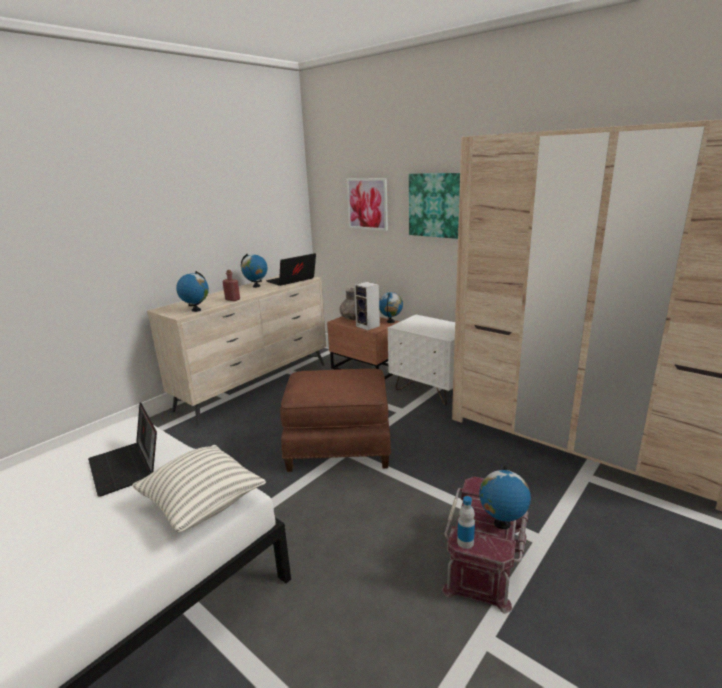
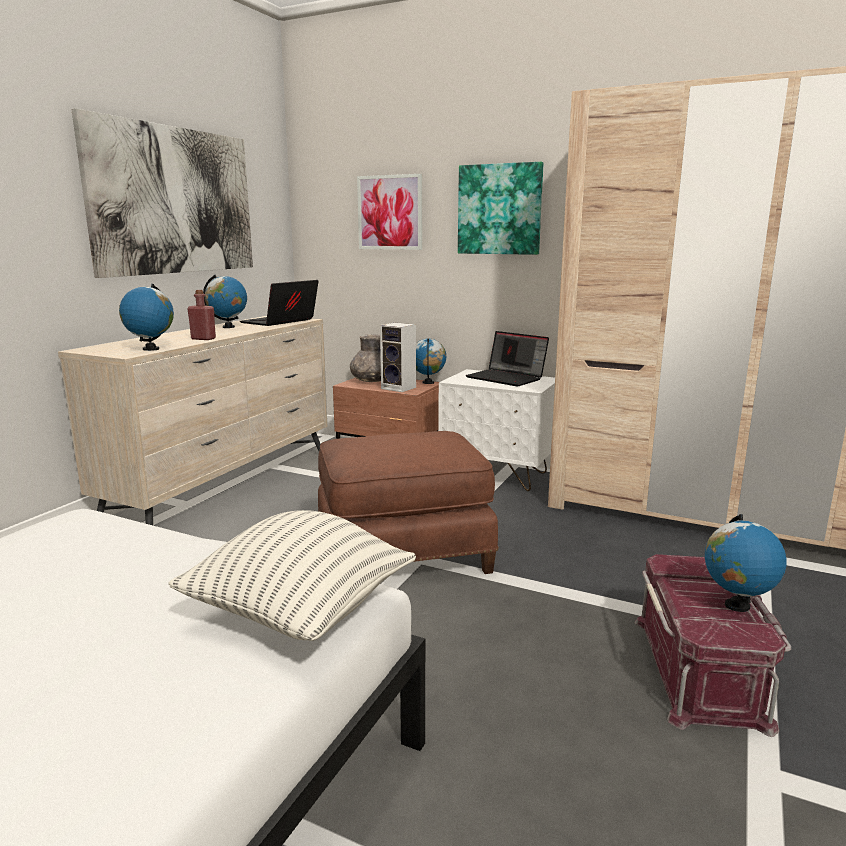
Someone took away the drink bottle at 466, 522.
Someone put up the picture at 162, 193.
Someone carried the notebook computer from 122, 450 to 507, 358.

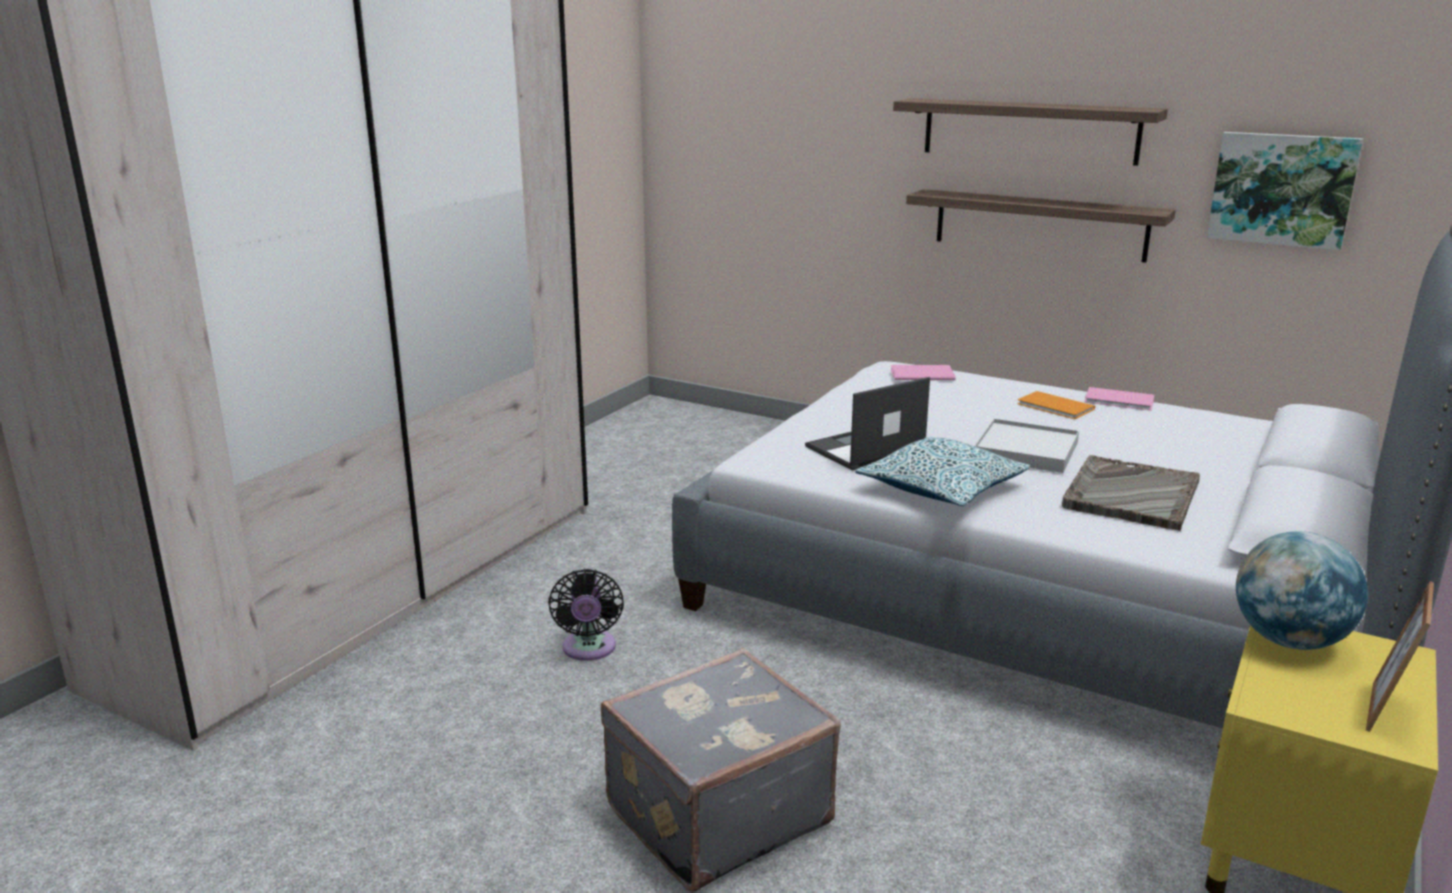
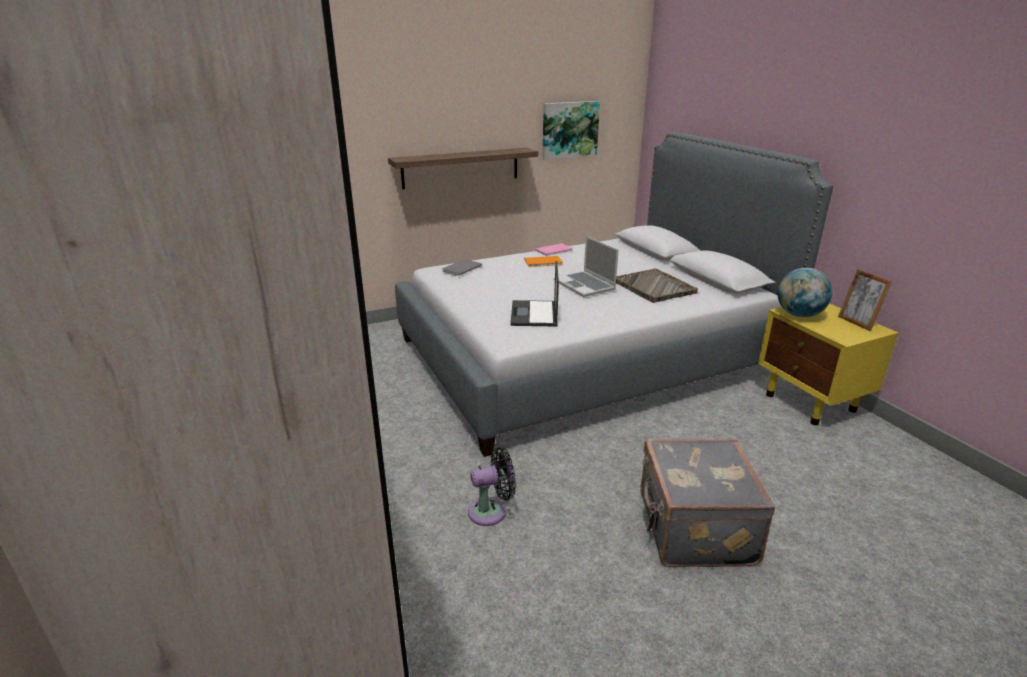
Someone took away the cushion at 942, 471.
Someone took away the wall shelf at 1030, 132.
Someone swapped the carrying tray in white-coloured at 1026, 446 for the notebook computer at 586, 266.
Someone repainted the book in pinkish at 923, 372, which became the book in greyish at 462, 267.
Someone rotated the fan in black-coloured at 586, 615 by 45 degrees counterclockwise.

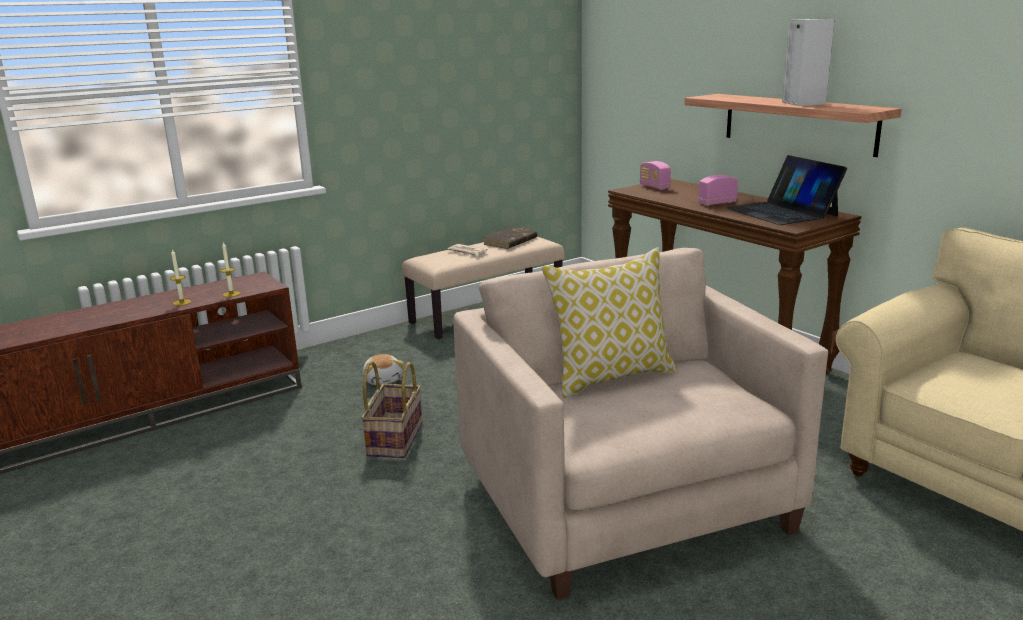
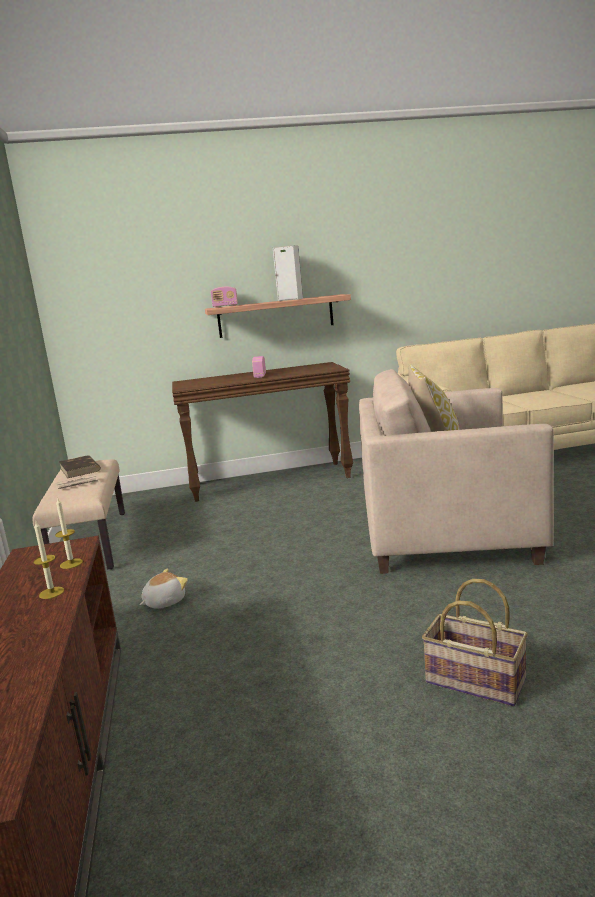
Someone took away the notebook computer at 787, 190.
Someone carried the basket from 391, 409 to 475, 642.
Someone carried the radio set from 655, 175 to 224, 297.
Someone rotated the cuddly toy at 383, 369 by 45 degrees counterclockwise.

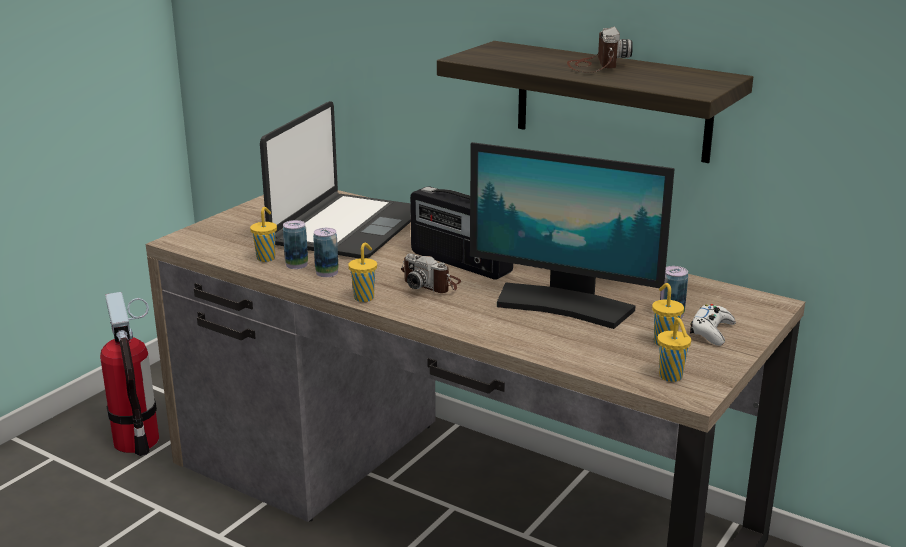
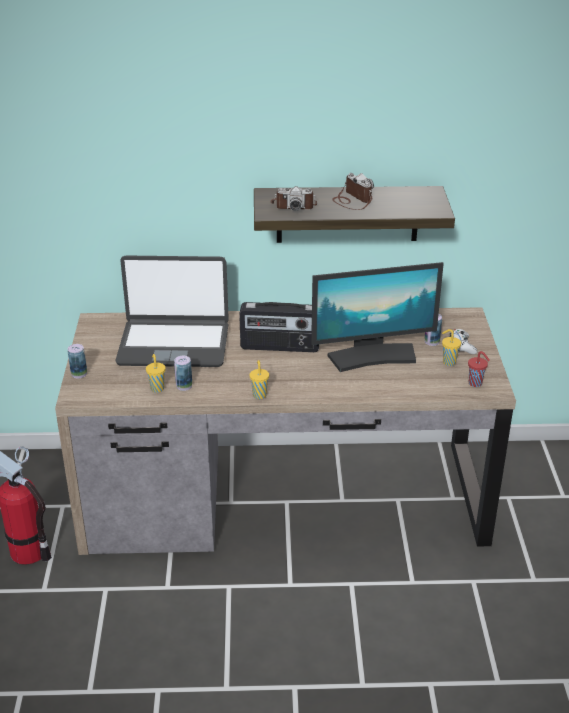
Someone carried the sealed can from 326, 252 to 77, 361.
Someone carried the still camera from 431, 273 to 293, 198.
Someone repainted the cup in yellow at 674, 350, which became the cup in red-coloured at 479, 369.
Someone rotated the notebook computer at 335, 180 by 105 degrees clockwise.

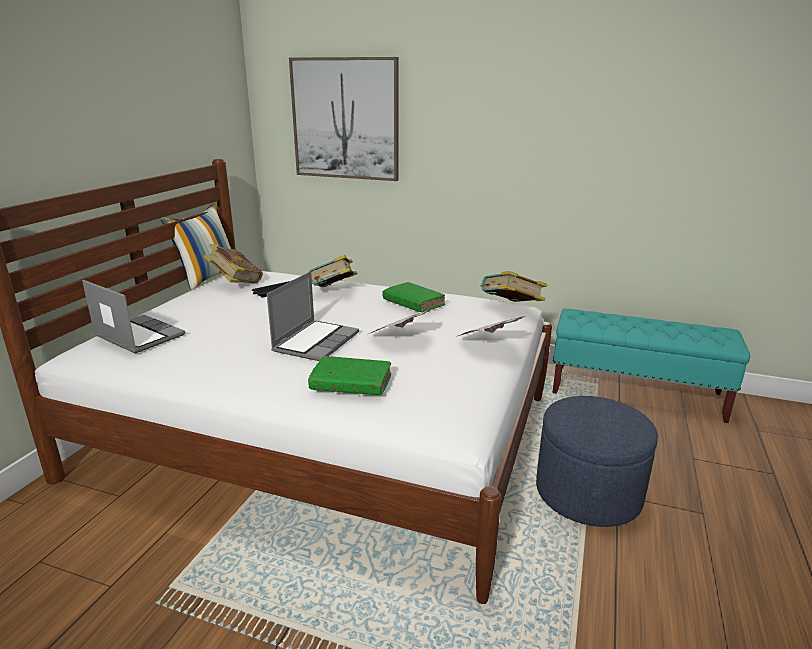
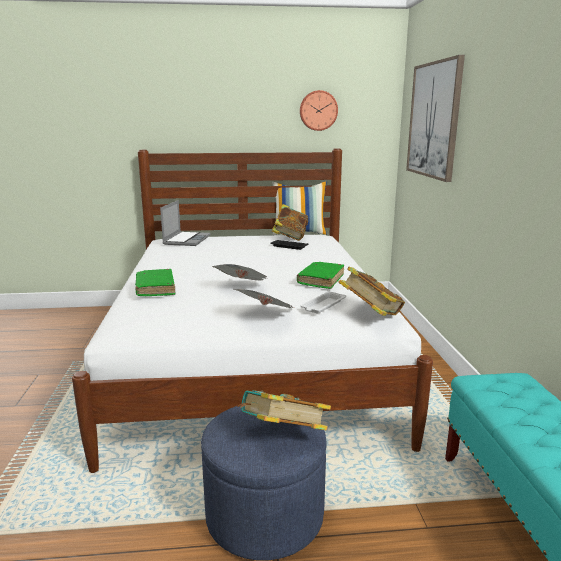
Someone took away the notebook computer at 313, 316.
Someone put up the clock on the wall at 319, 110.
Someone put down the carrying tray in white-coloured at 323, 302.
Someone carried the book from 333, 271 to 284, 410.

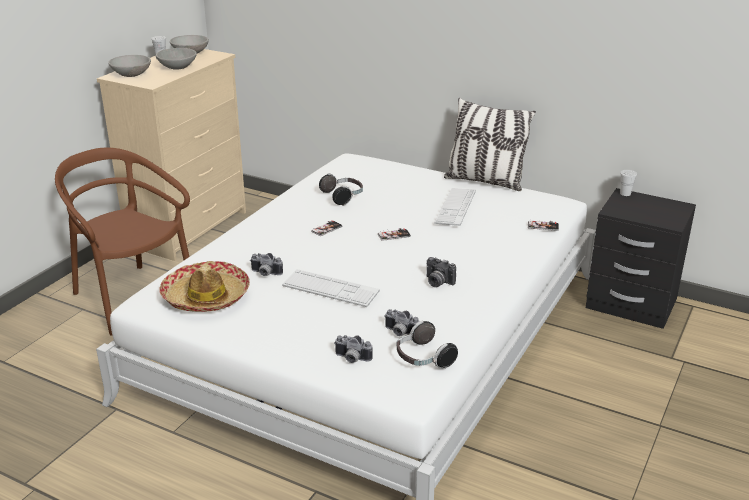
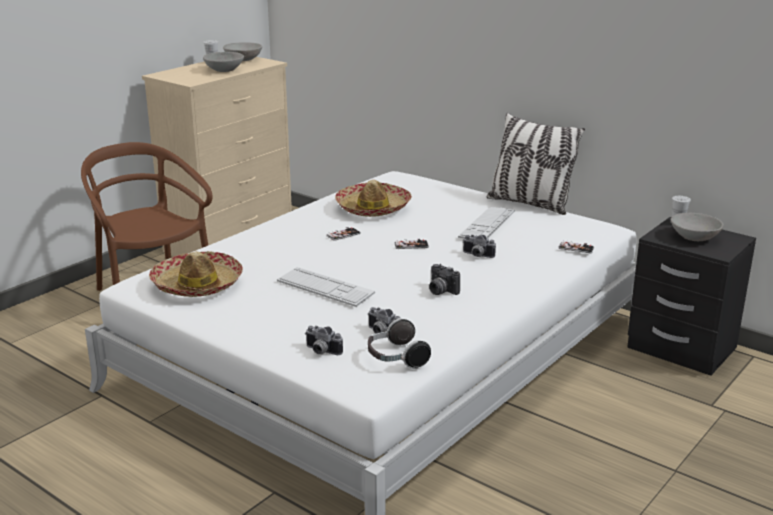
Someone carried the deep dish in greyish from 129, 66 to 697, 227.
Someone carried the still camera from 267, 264 to 479, 246.
Someone swapped the headset at 341, 190 for the clothing hat at 373, 198.

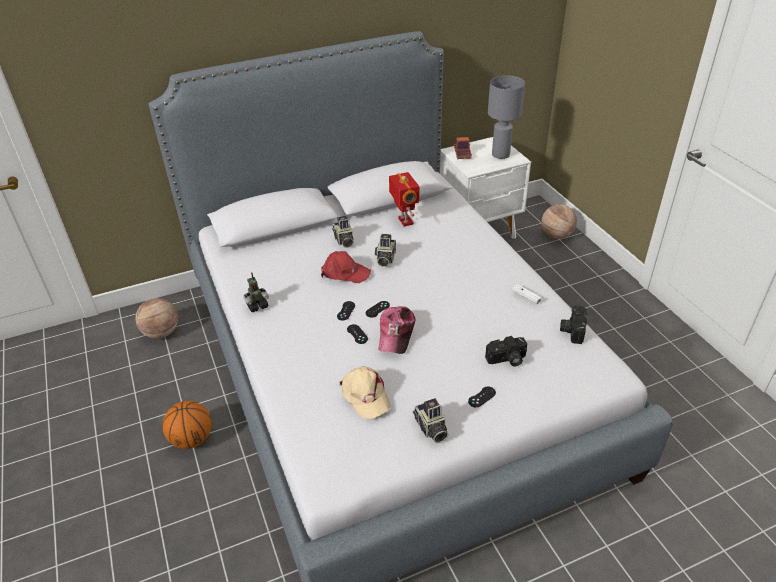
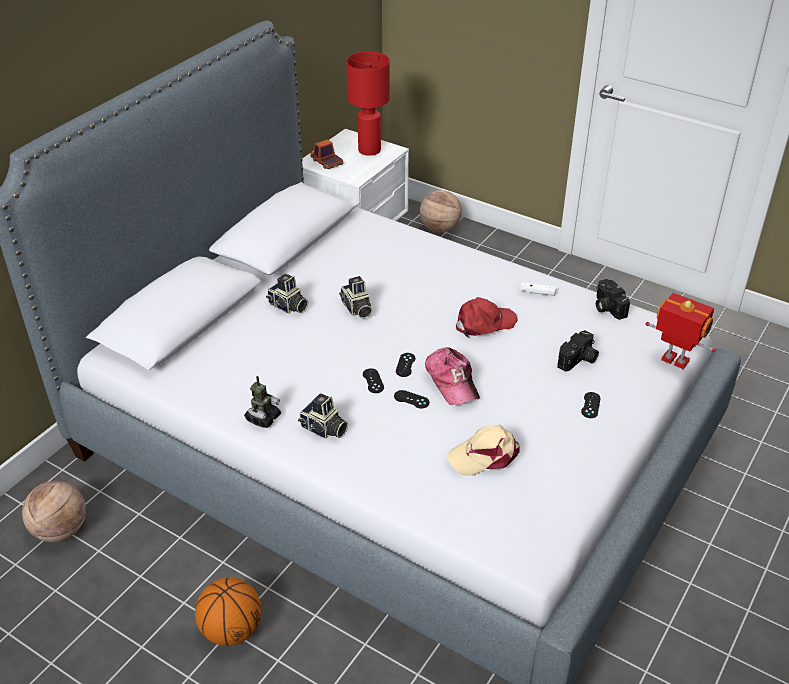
Someone carried the baseball cap in red-coloured from 346, 267 to 487, 317.
Someone carried the model robot from 404, 199 to 680, 331.
Someone carried the still camera from 431, 420 to 323, 416.
Someone repainted the lamp for a table in greyish at 506, 117, which became the lamp for a table in red-coloured at 368, 103.
Someone rotated the baseball cap in beige at 365, 392 by 135 degrees clockwise.

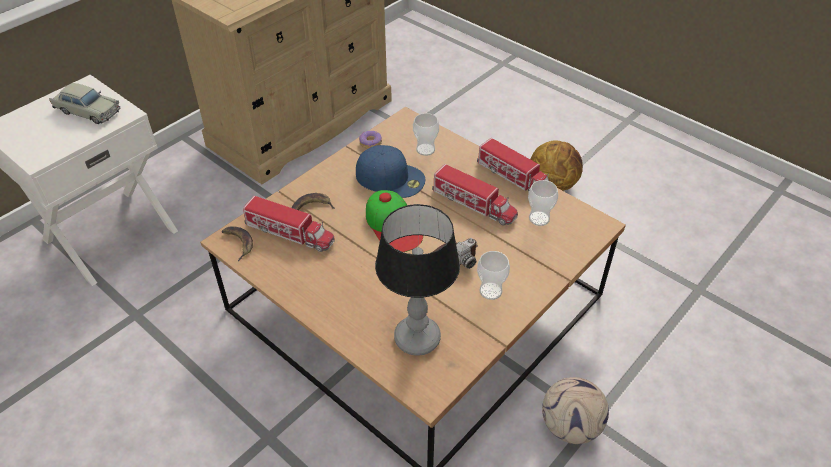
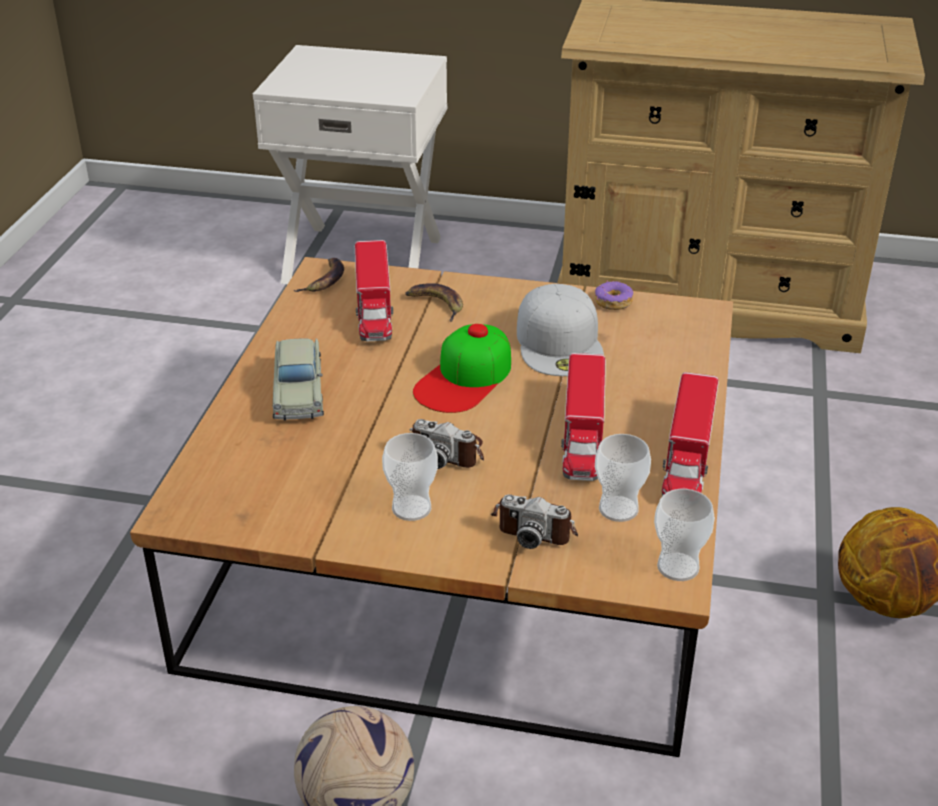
Someone took away the lamp for a table at 417, 280.
Someone put down the still camera at 534, 521.
Someone carried the model car in beige from 84, 103 to 298, 379.
Someone carried the cup from 426, 134 to 684, 535.
Someone repainted the baseball cap in blue at 390, 171, which became the baseball cap in white-coloured at 560, 330.

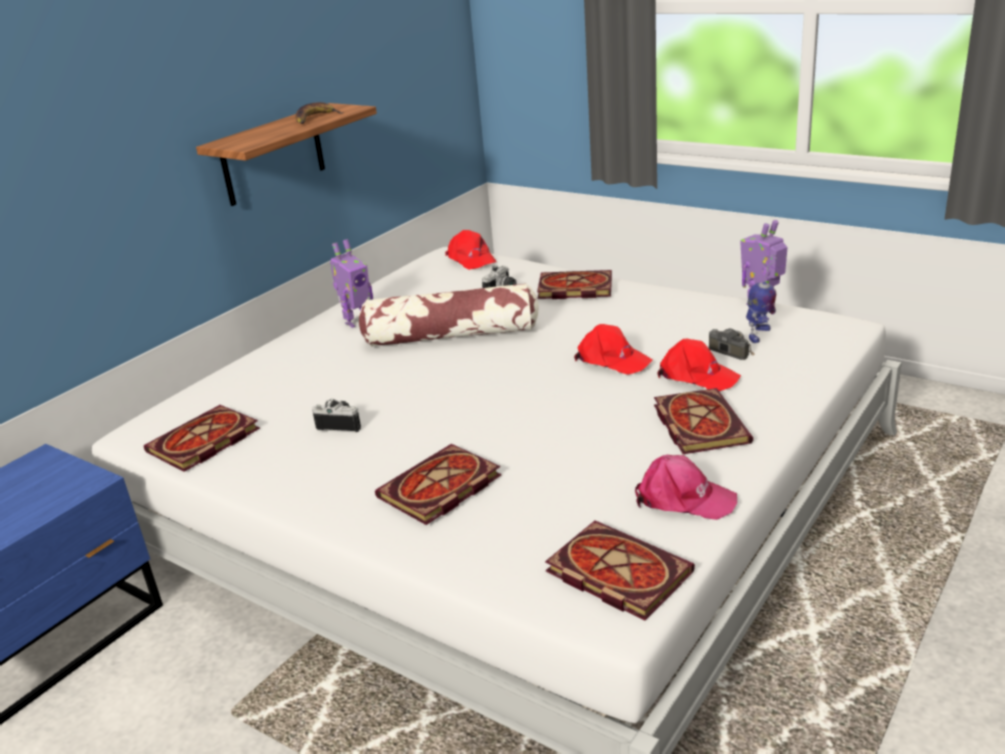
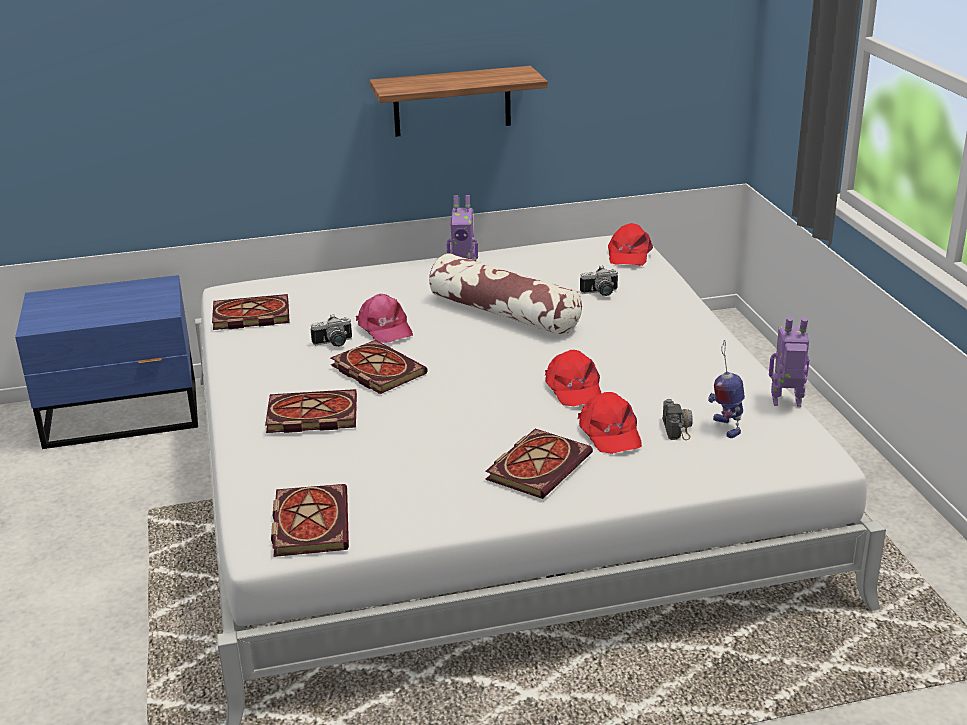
Someone took away the banana fruit at 319, 113.
Someone carried the book from 574, 284 to 379, 367.
Someone carried the baseball cap in pinkish from 686, 487 to 384, 318.
Someone rotated the still camera at 336, 416 by 105 degrees clockwise.
Someone rotated the model robot at 761, 299 by 90 degrees clockwise.

